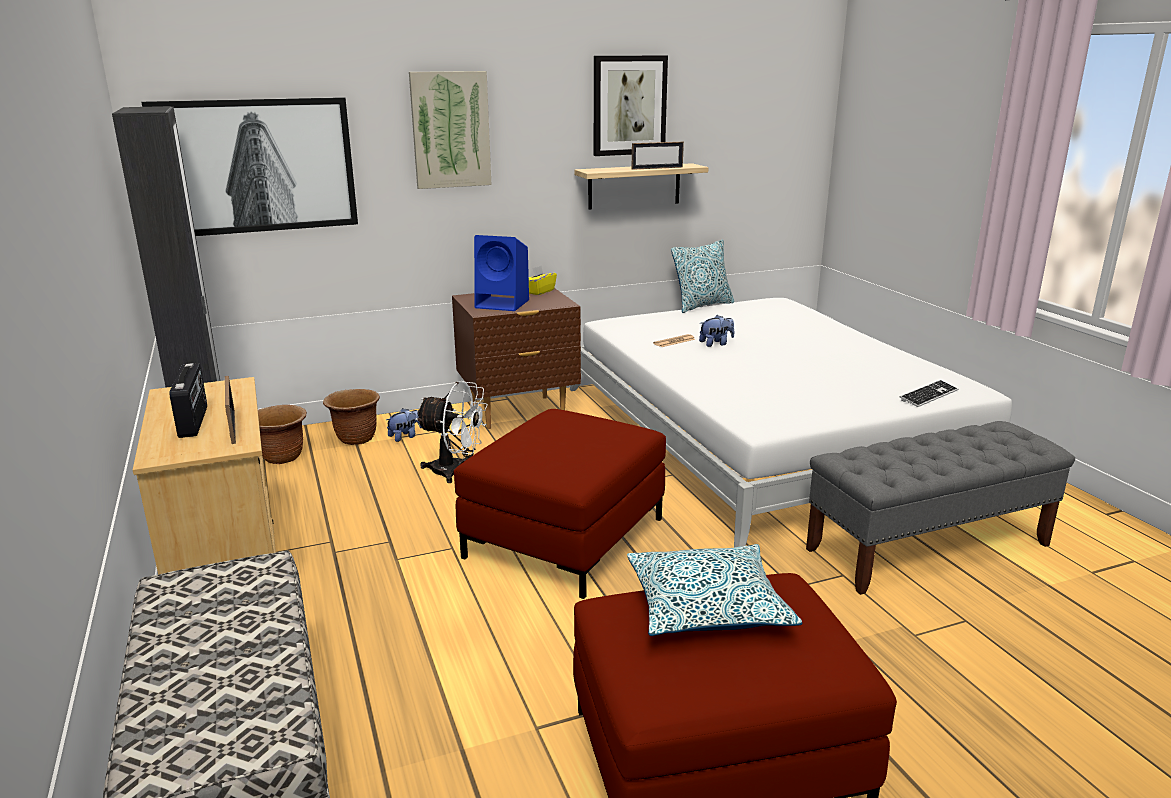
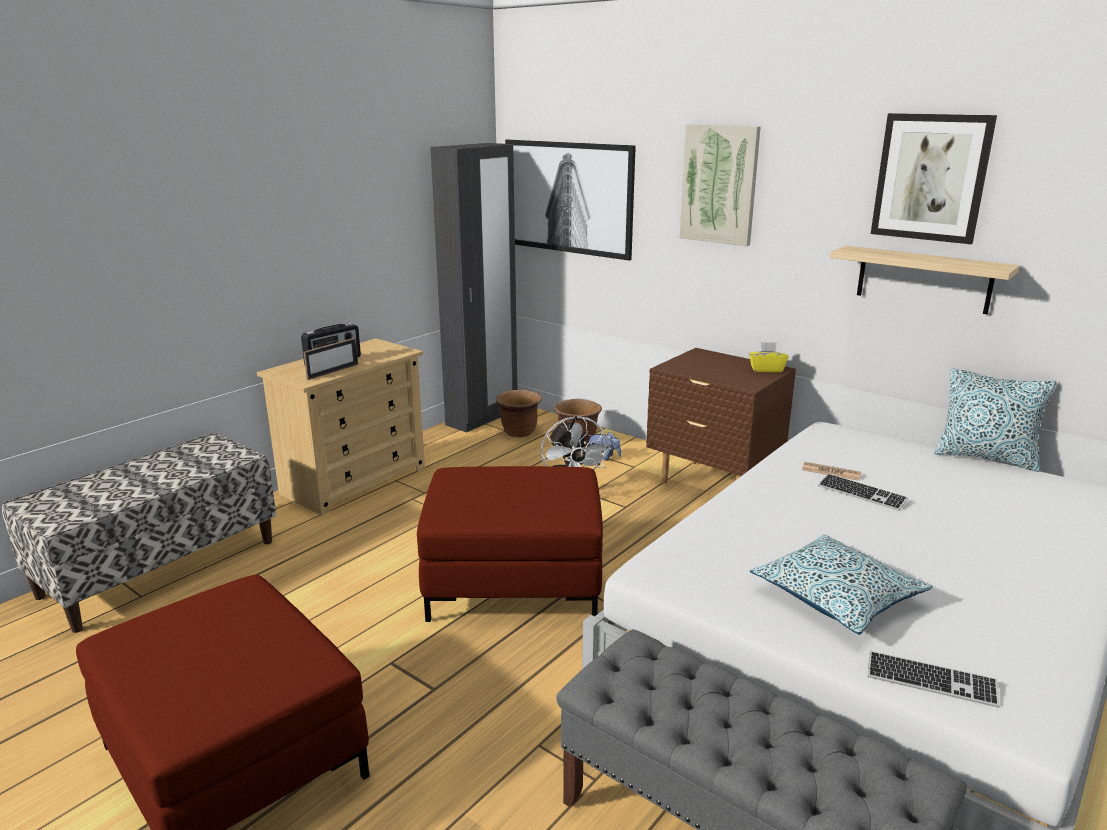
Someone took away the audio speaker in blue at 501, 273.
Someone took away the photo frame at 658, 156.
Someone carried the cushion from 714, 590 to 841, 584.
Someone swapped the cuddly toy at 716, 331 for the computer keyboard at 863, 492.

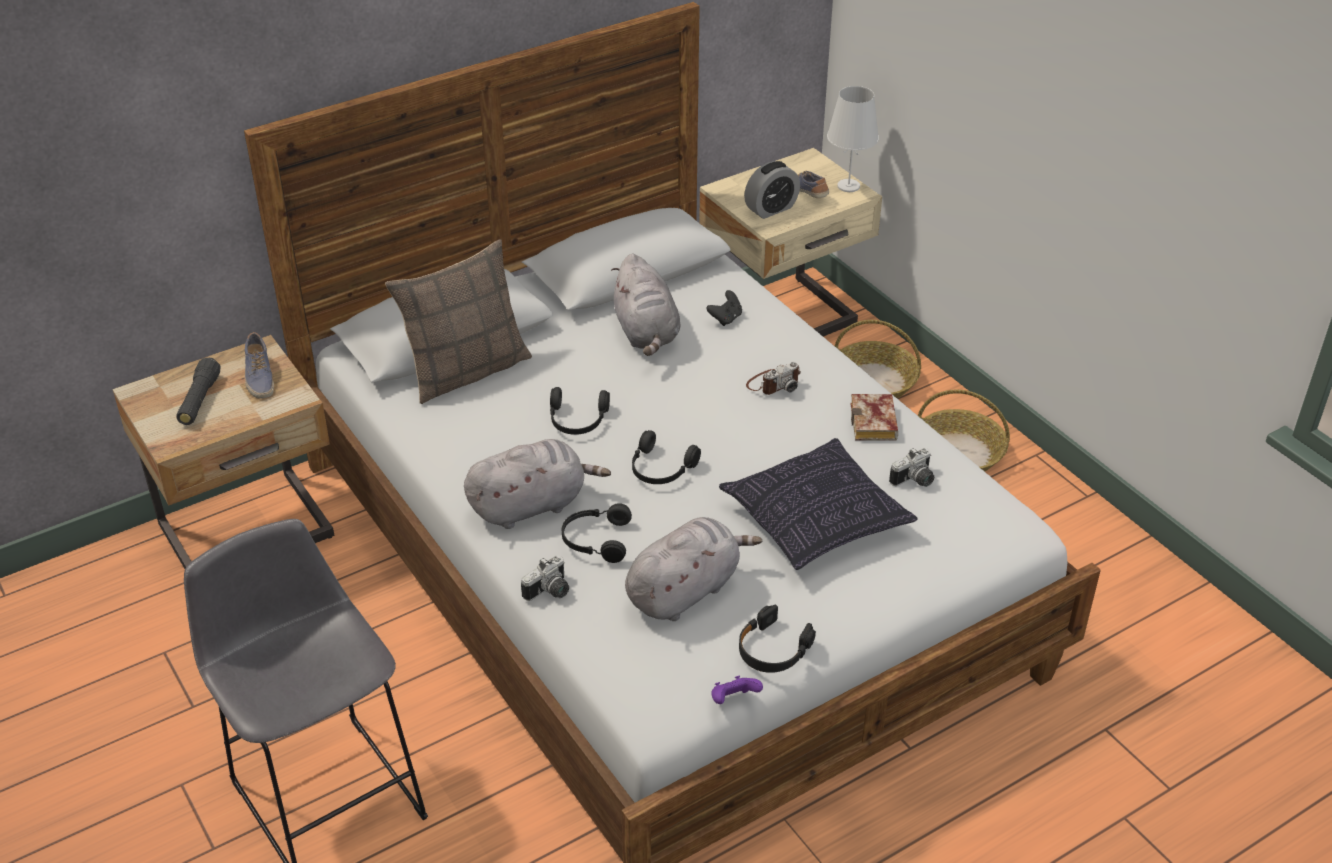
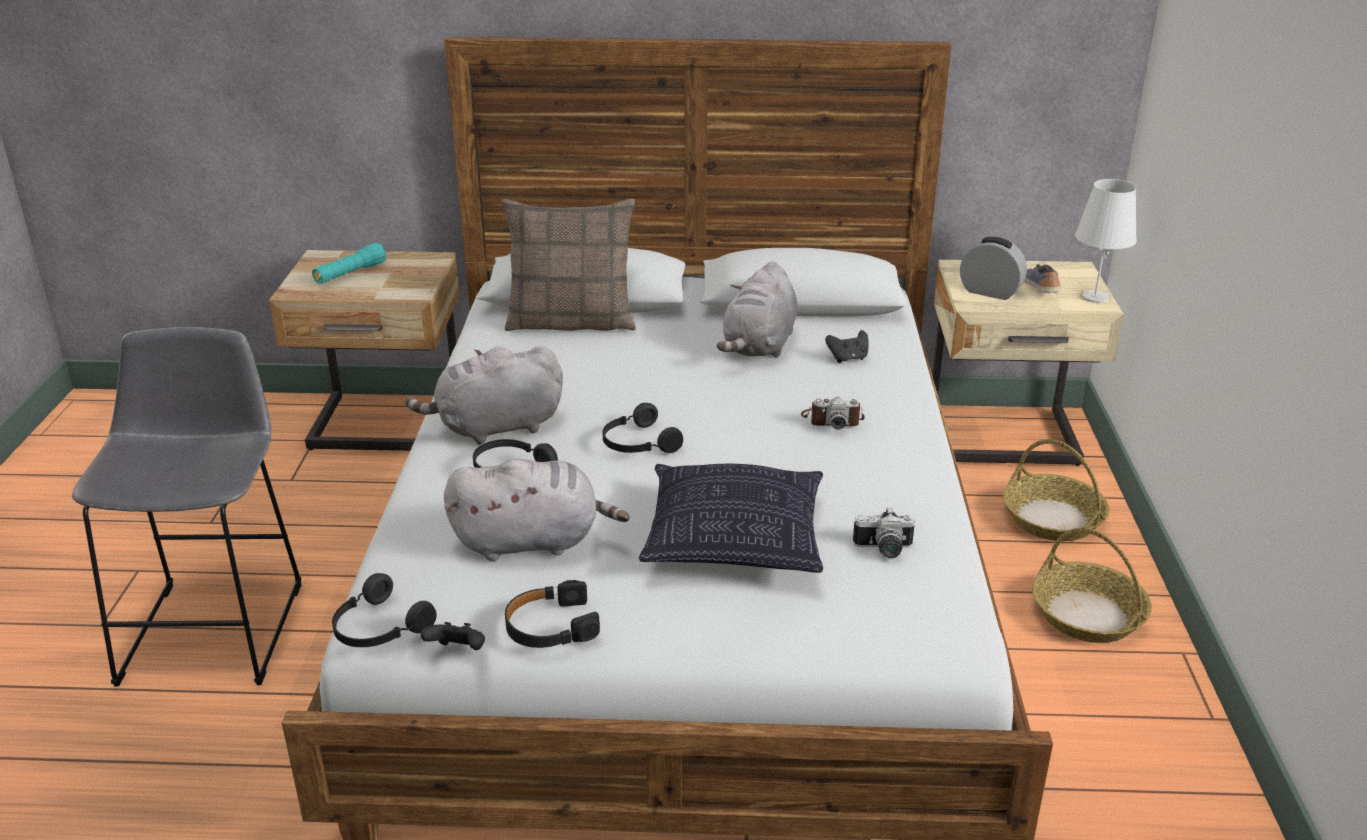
Someone took away the item of footwear at 259, 365.
Someone took away the still camera at 545, 578.
Someone took away the book at 874, 417.
Someone carried the headset in black-coloured from 580, 411 to 384, 610.
Someone repainted the hand torch in black-coloured at 198, 391, which became the hand torch in turquoise-coloured at 349, 263.
Someone repainted the game controller in purple at 737, 690, which became the game controller in black-coloured at 453, 636.
Someone rotated the cuddly toy in greyish at 537, 484 by 150 degrees clockwise.
Someone rotated the table clock at 772, 190 by 150 degrees counterclockwise.

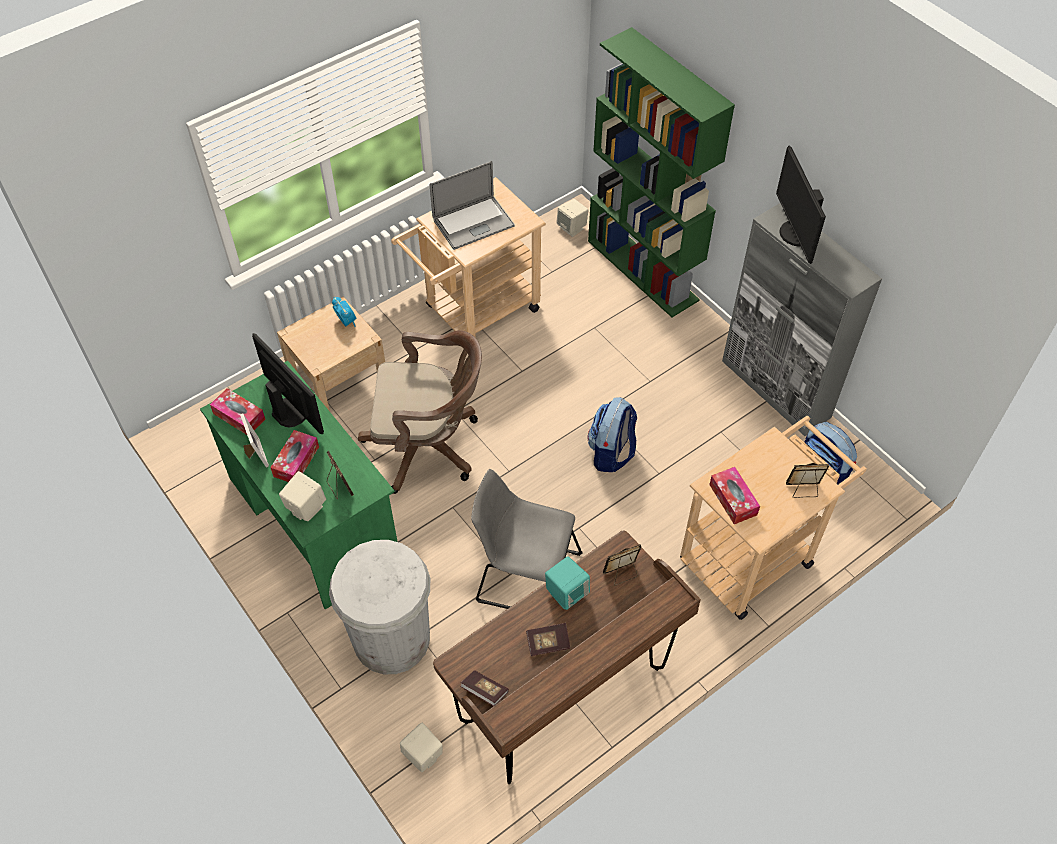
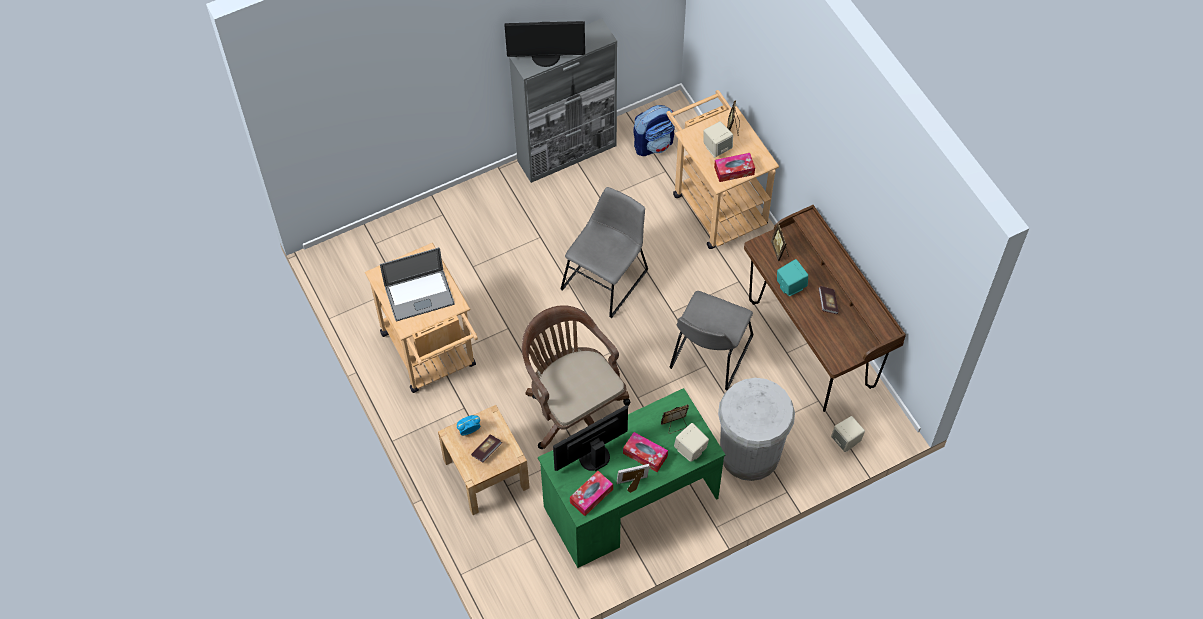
Someone took away the shelving unit in green at 661, 172.
Someone carried the book from 484, 688 to 486, 448.
Someone carried the audio speaker in beige from 572, 218 to 718, 139.
Someone swapped the backpack at 612, 434 for the plain chair in greyish at 604, 252.
Someone rotated the computer chair in brown at 420, 412 by 45 degrees counterclockwise.
Someone rotated the notebook computer at 472, 205 by 90 degrees clockwise.

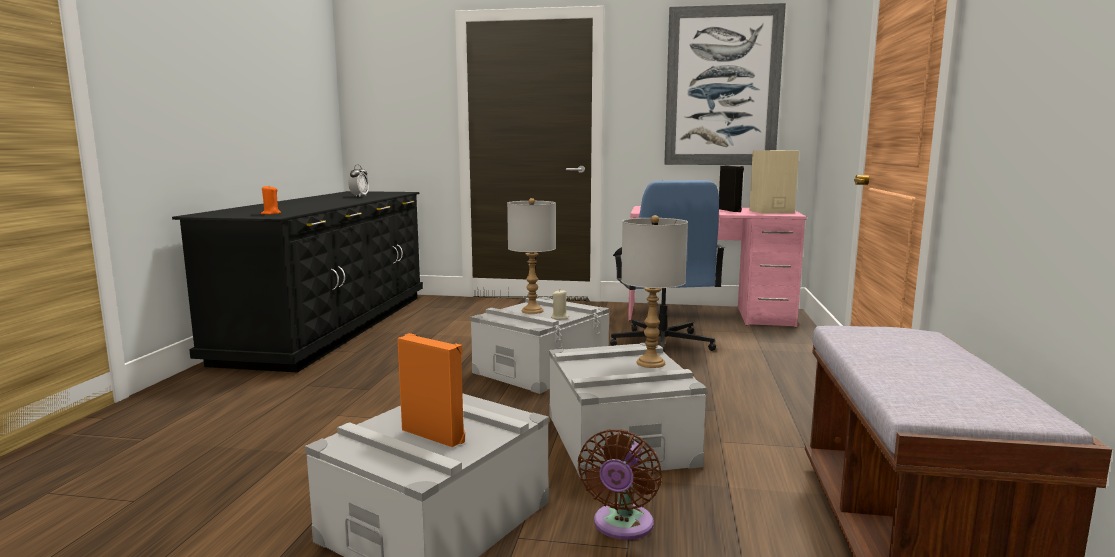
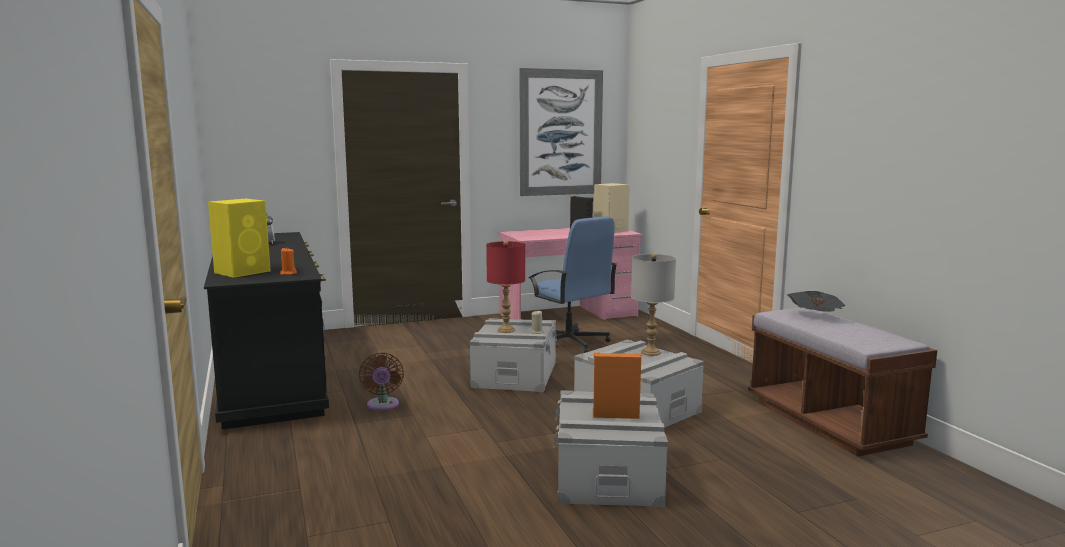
Someone put down the audio speaker in yellow at 239, 238.
Someone put down the newspaper at 816, 301.
Someone carried the fan in brown from 620, 484 to 381, 381.
Someone repainted the lamp for a table in greyish at 531, 256, which became the lamp for a table in red-coloured at 505, 287.

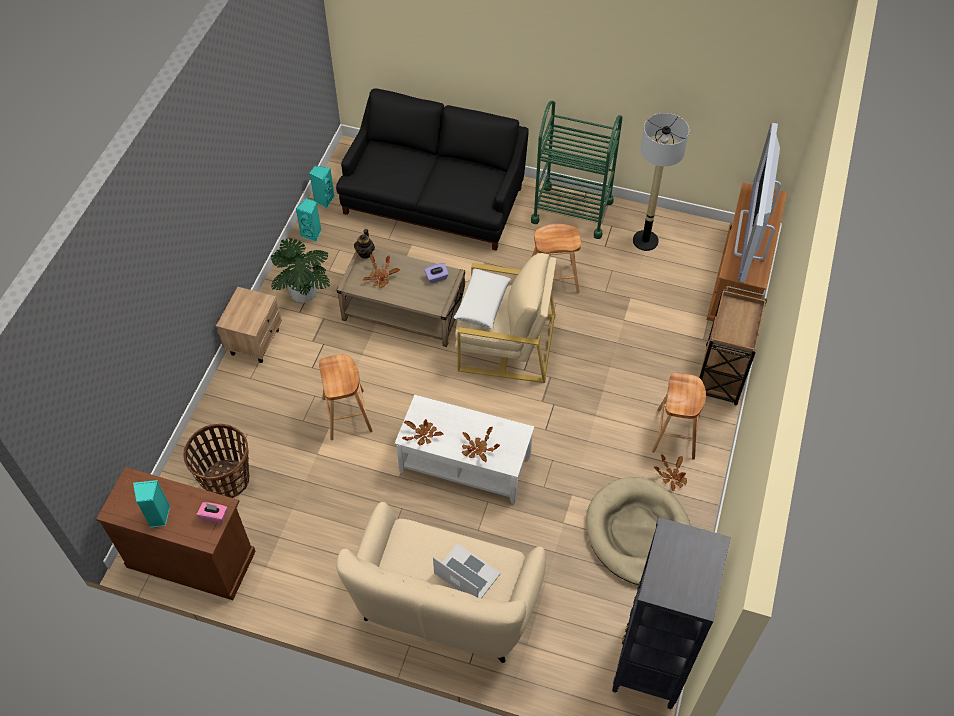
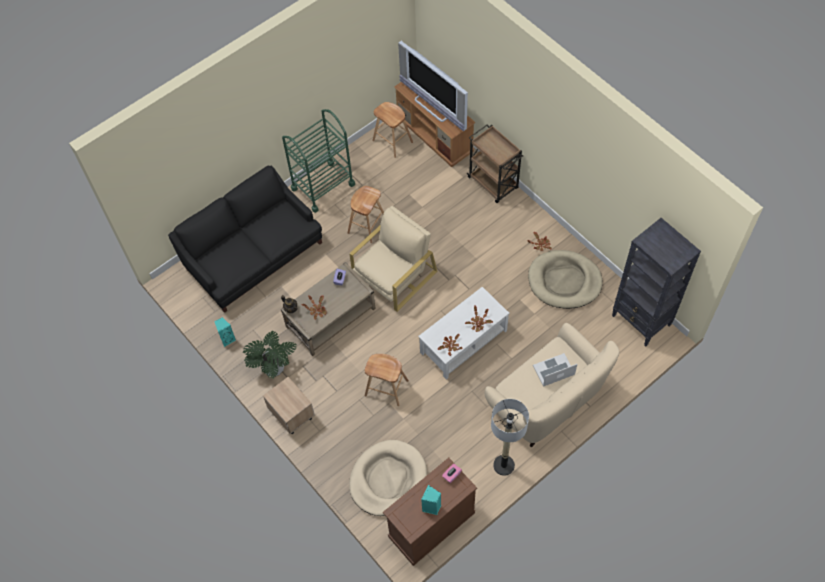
Someone took away the audio speaker in turquoise-coloured at 322, 187.
Someone took away the cushion in white-coloured at 482, 299.
Someone carried the floor lamp from 661, 182 to 510, 437.
Someone carried the stool in brown from 679, 416 to 392, 130.
Someone swapped the basket at 216, 461 for the dog cushion in beige at 388, 478.

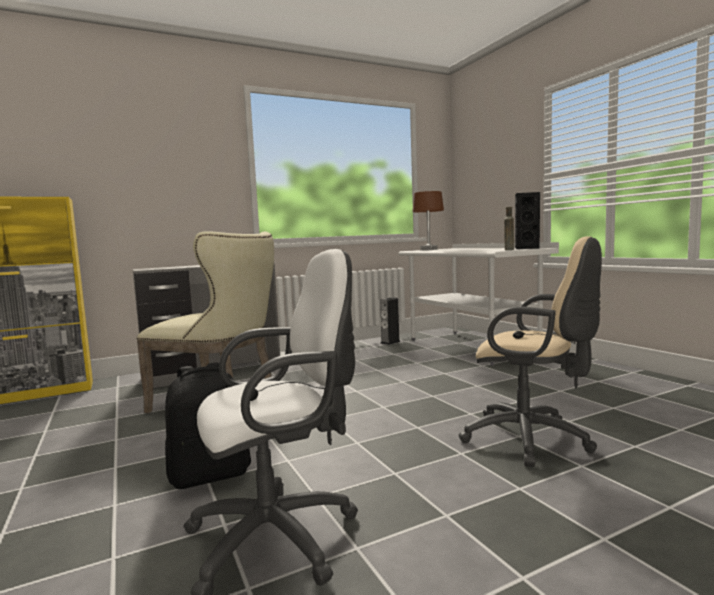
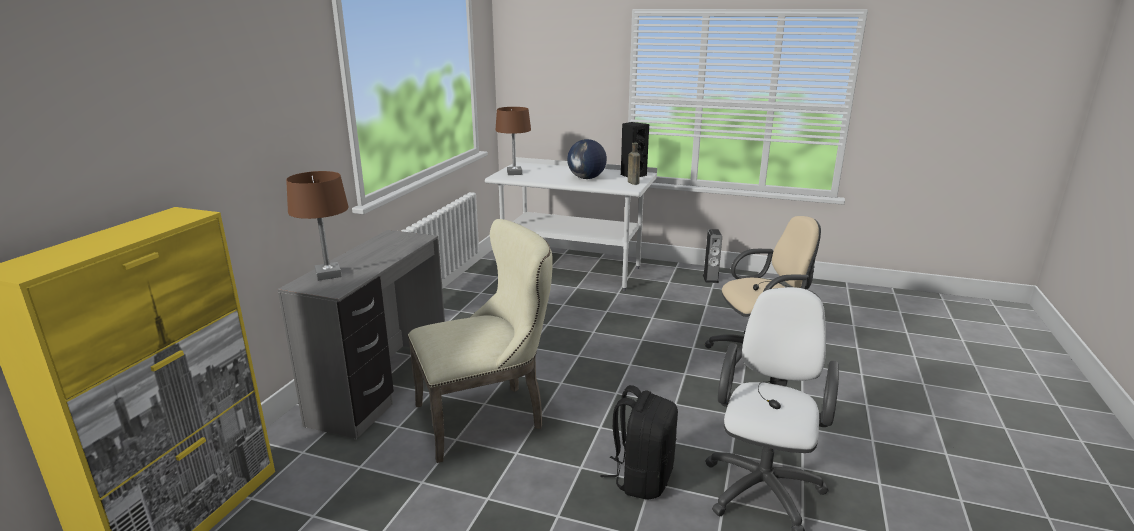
Someone put down the lamp for a table in brown at 317, 226.
Someone put down the world globe at 587, 159.
Someone carried the audio speaker from 390, 321 to 712, 256.

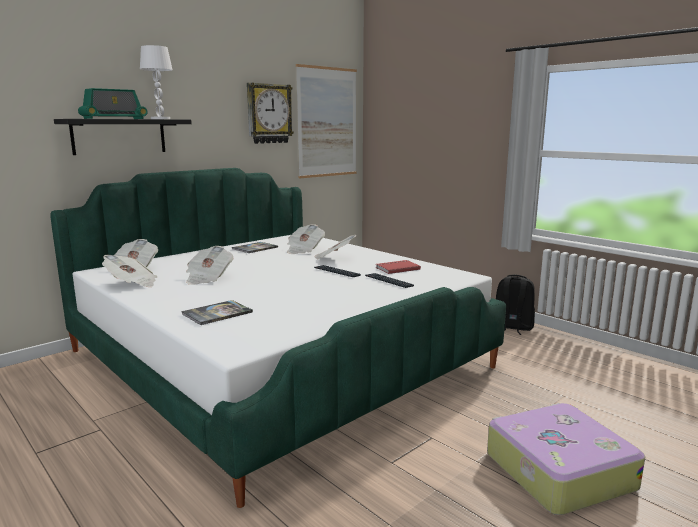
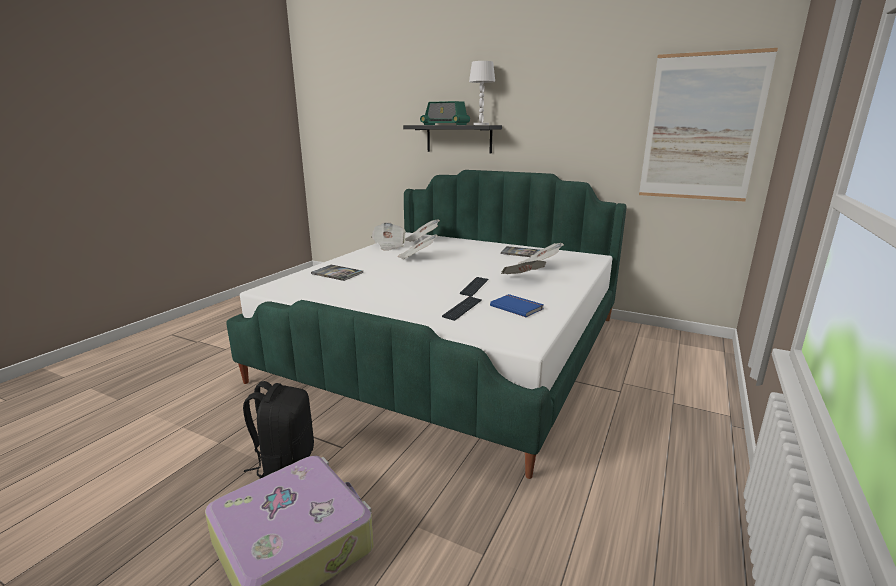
Someone took away the clock on the wall at 270, 113.
Someone carried the backpack in black-coloured from 515, 305 to 278, 429.
Someone repainted the book in red-coloured at 398, 267, which became the book in blue at 517, 305.

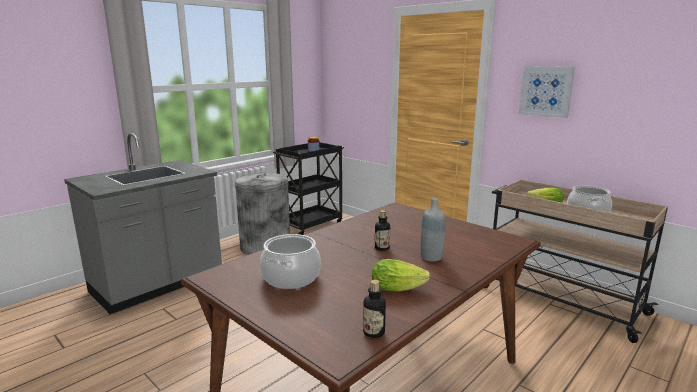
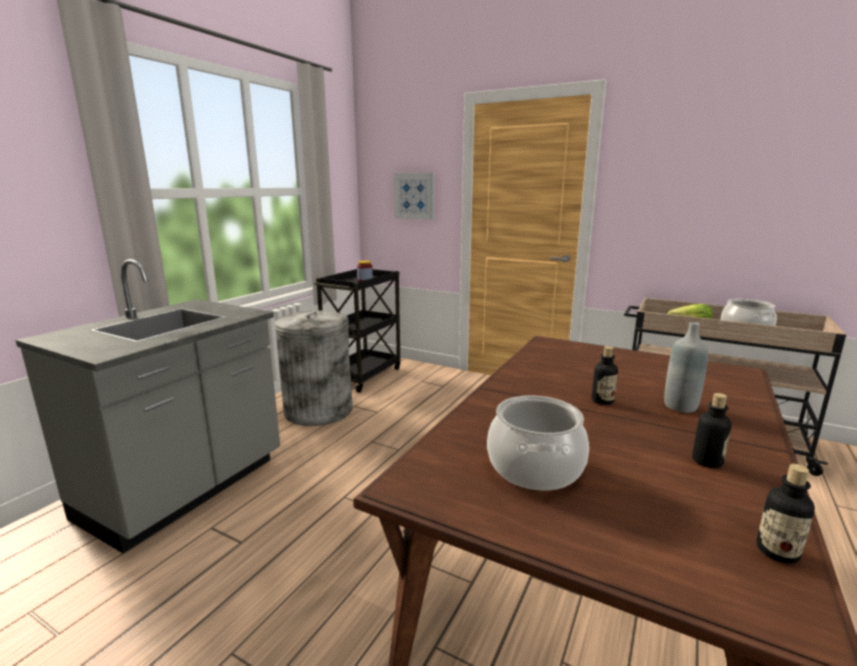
Someone carried the picture from 547, 92 to 414, 196.
Someone swapped the head of lettuce at 401, 275 for the drink bottle at 712, 430.

